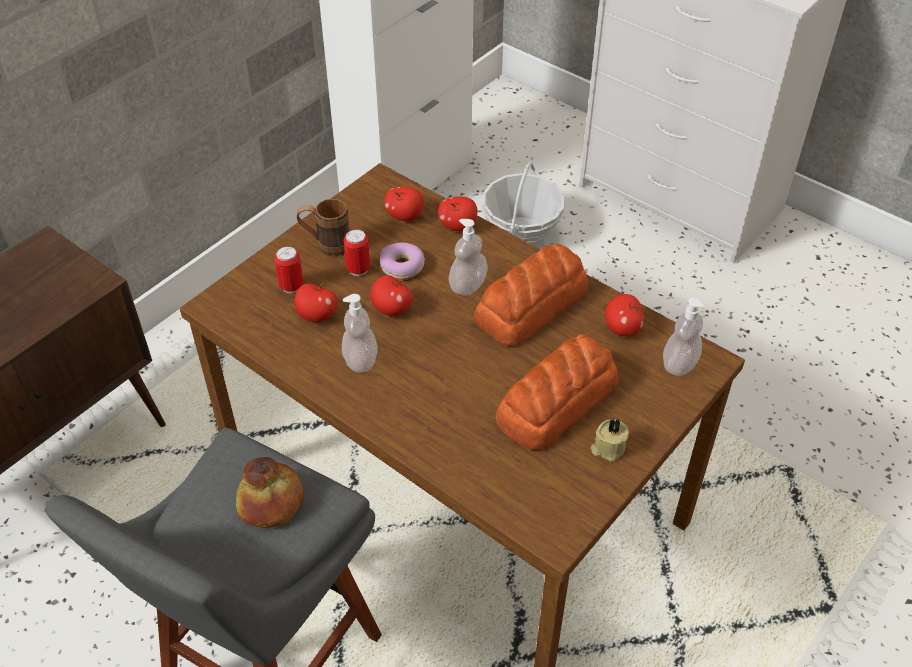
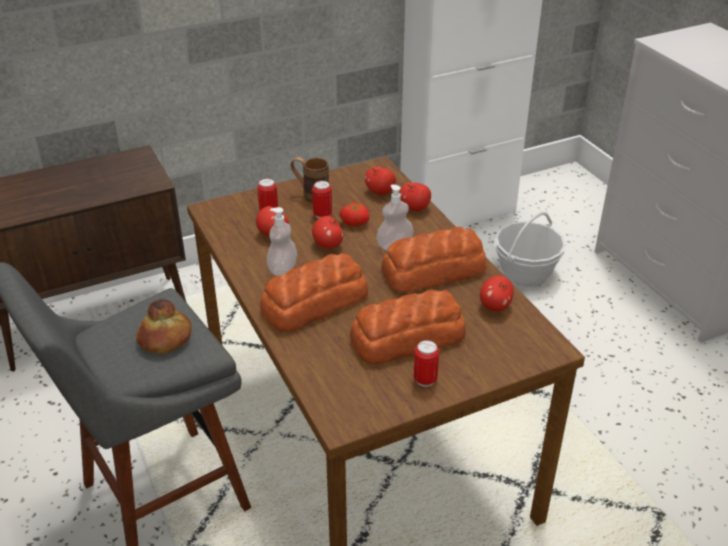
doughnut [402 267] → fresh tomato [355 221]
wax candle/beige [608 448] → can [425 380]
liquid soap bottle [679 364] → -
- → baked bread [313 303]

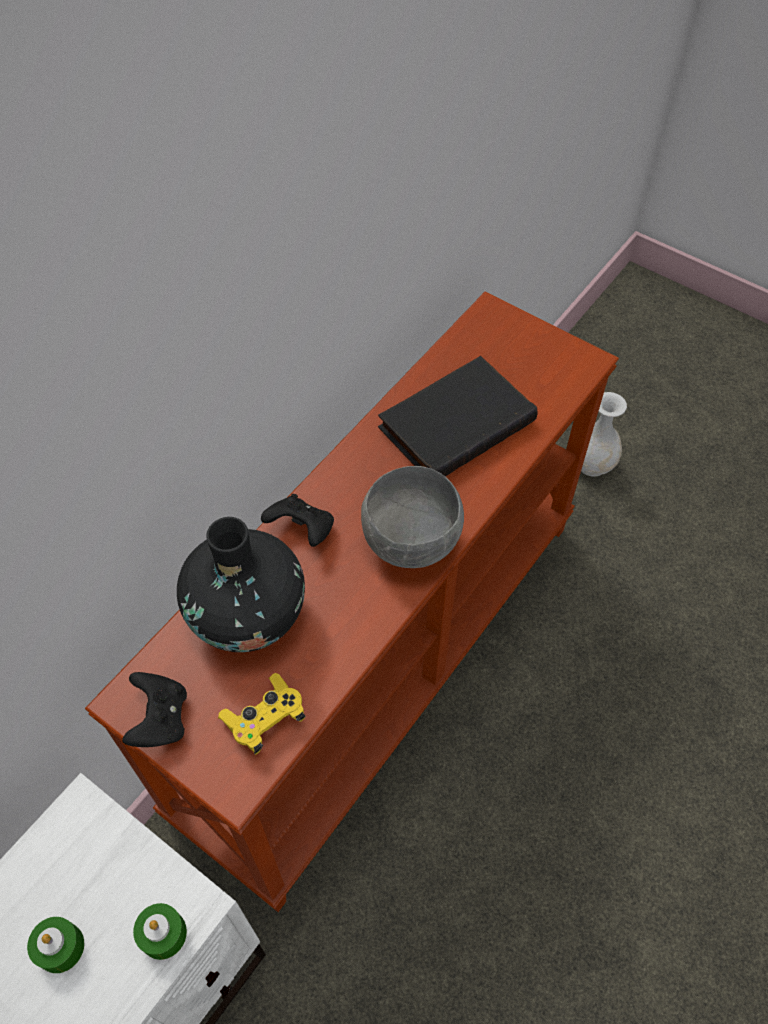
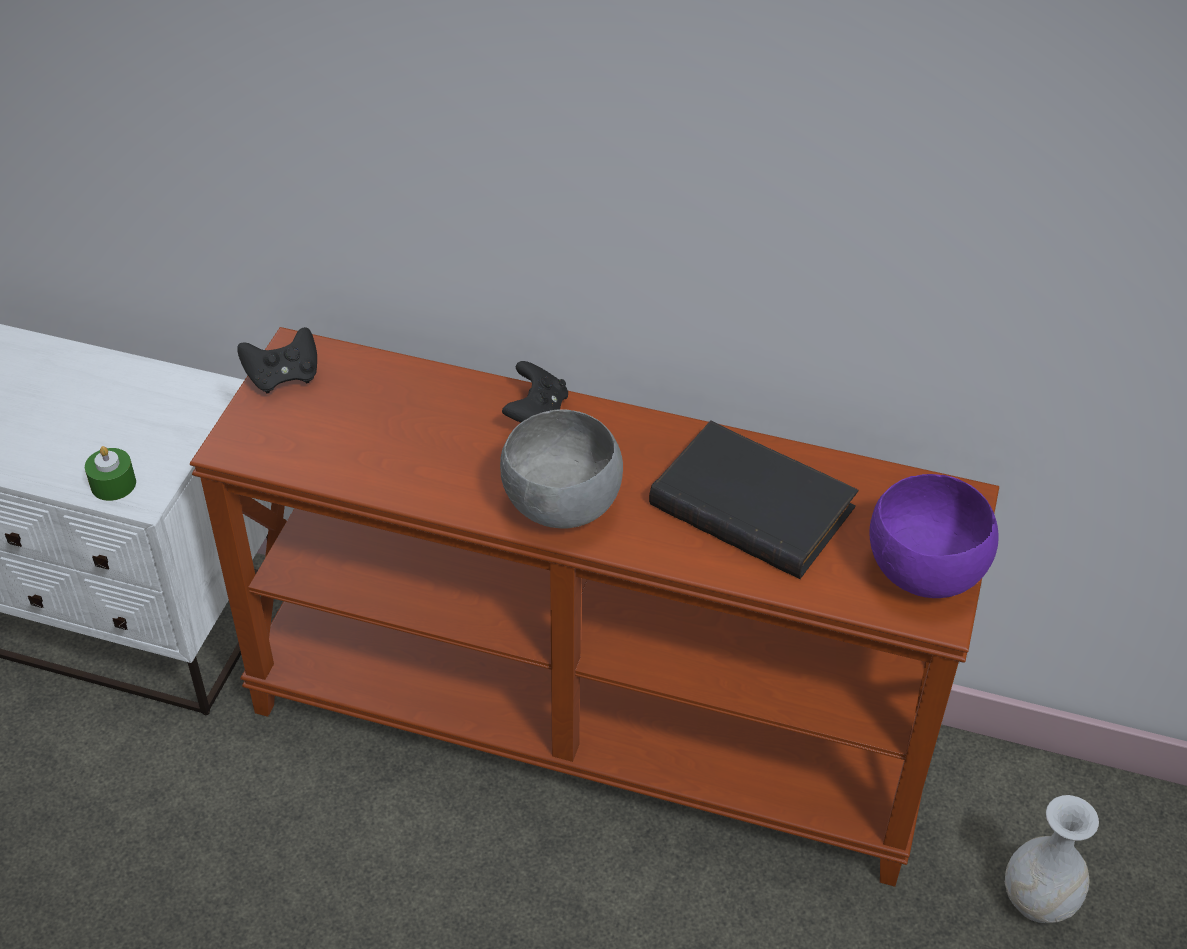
wax candle/green [60 947] → -
decorative vase/black-coloured [248 614] → -
game controller/yellow [265 719] → -
- → serving bowl/purple-coloured [922 574]

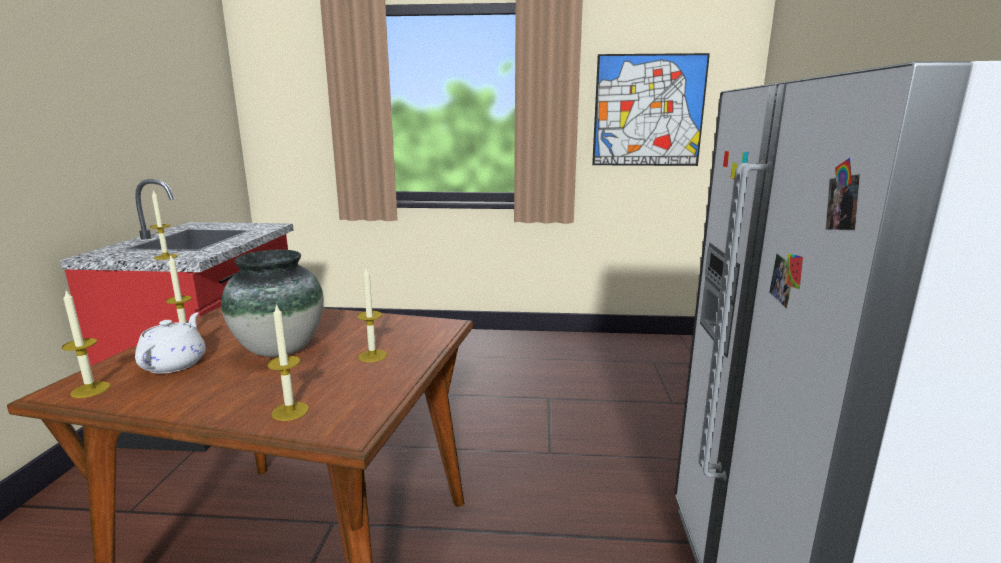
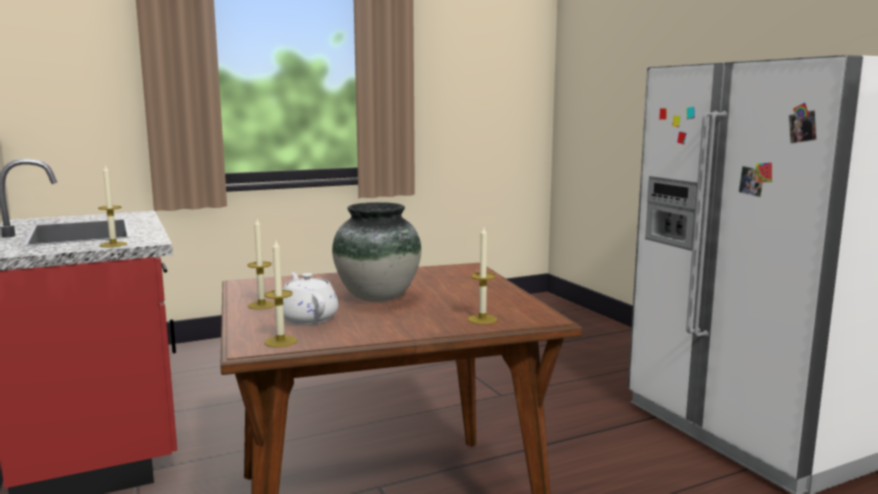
wax candle [372 356] → -
wall art [648 111] → -

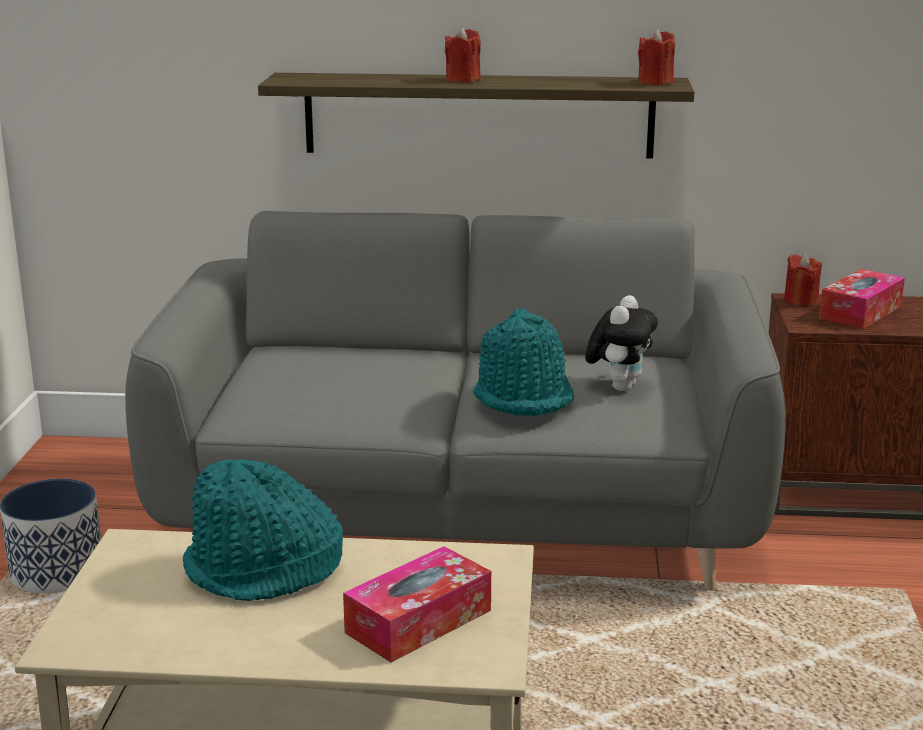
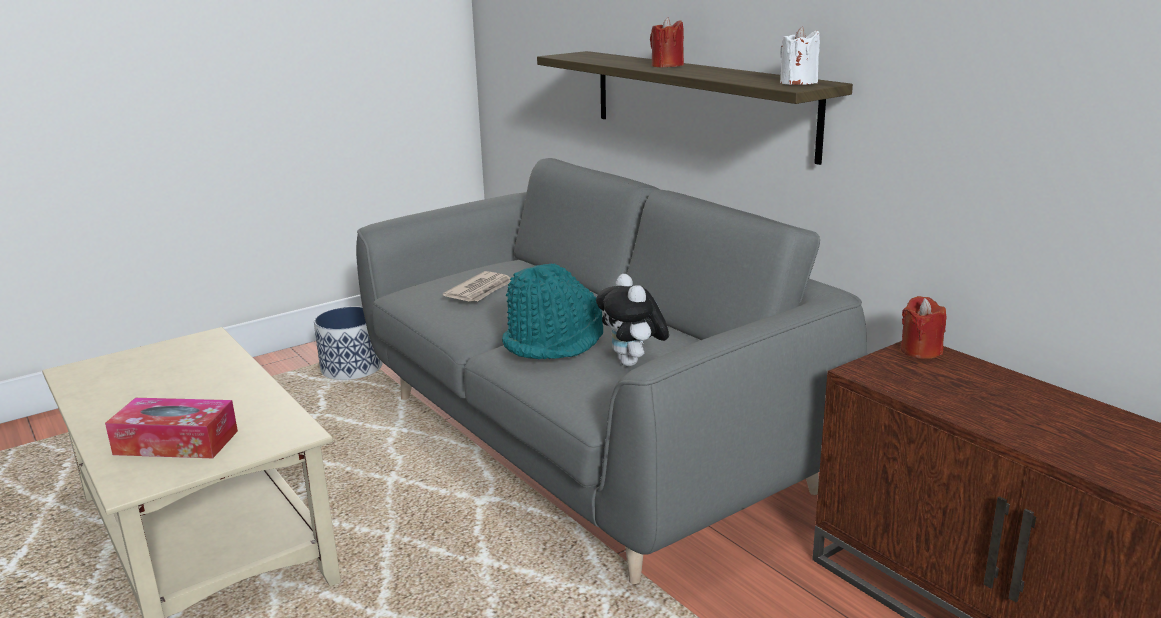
hat/blue-green [263 571] → -
plush toy [619 387] → plush toy [633 363], 90 degrees clockwise
wax candle/red [655 82] → wax candle/white [798 83]
tissue box [860 312] → -
- → daily paper [480 290]

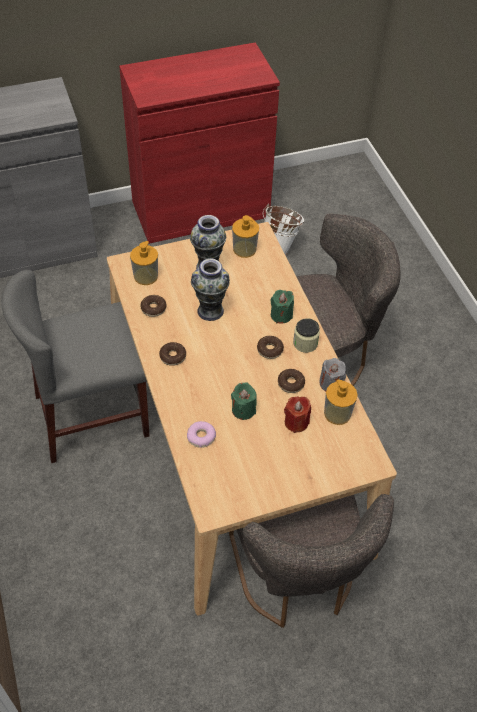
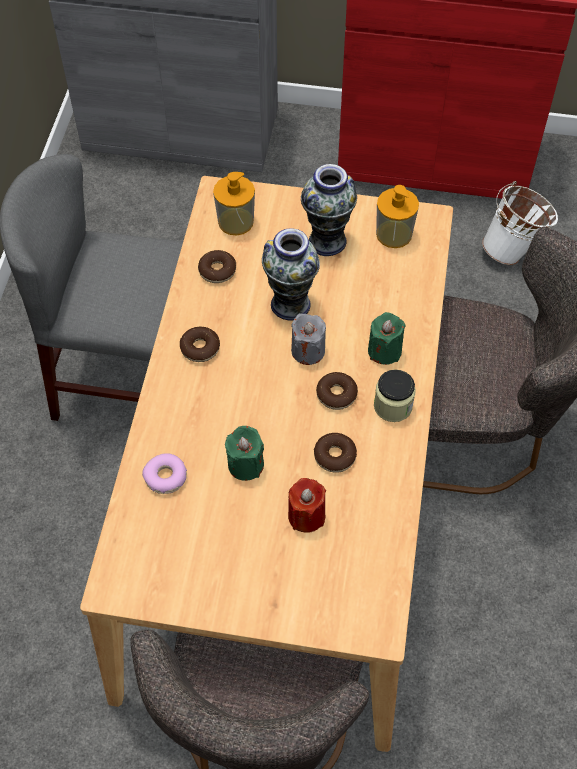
wax candle/grey [331 383] → wax candle/grey [308 351], shifted
liquid soap bottle [337 413] → -

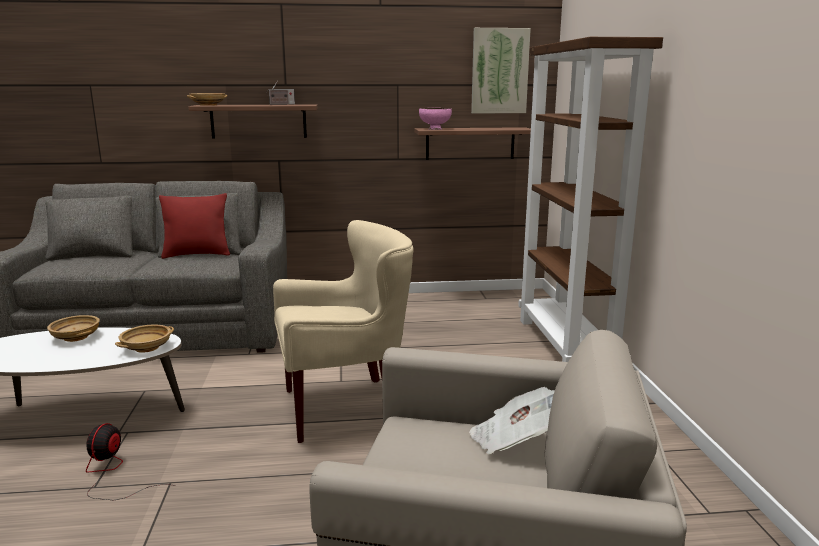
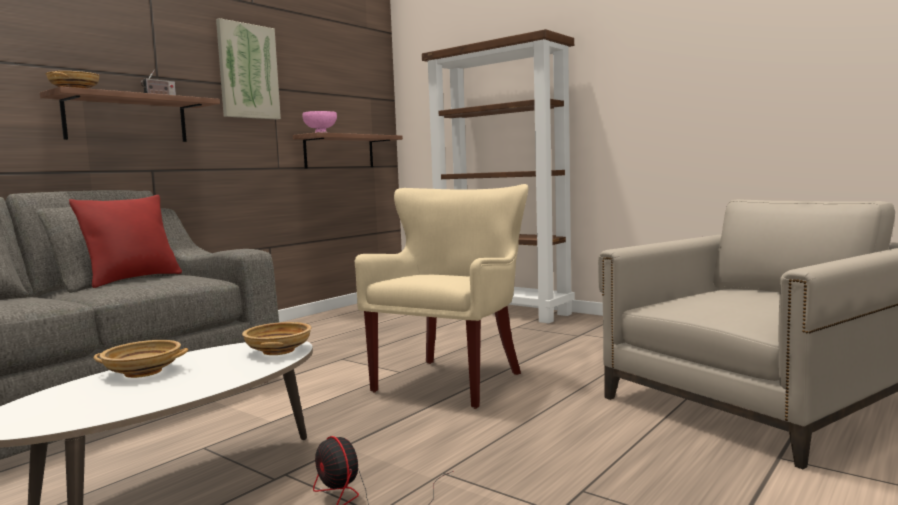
daily paper [514 440] → -
wall art [499 71] → wall art [248 71], shifted

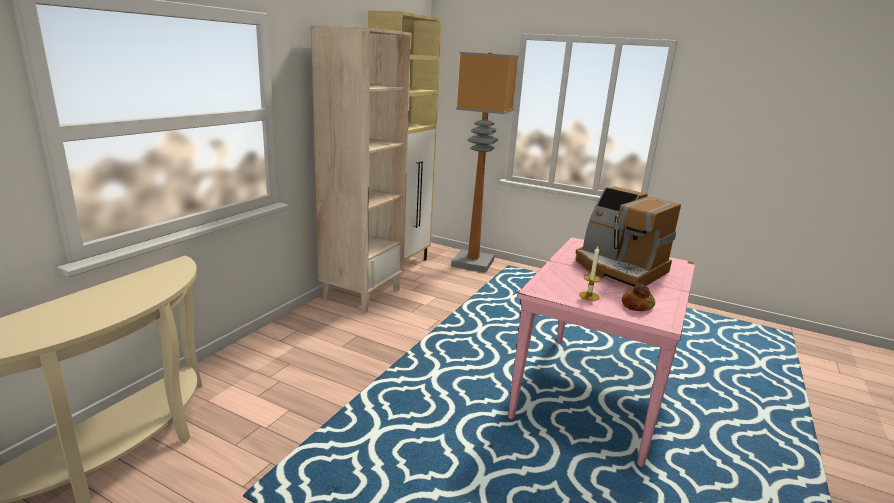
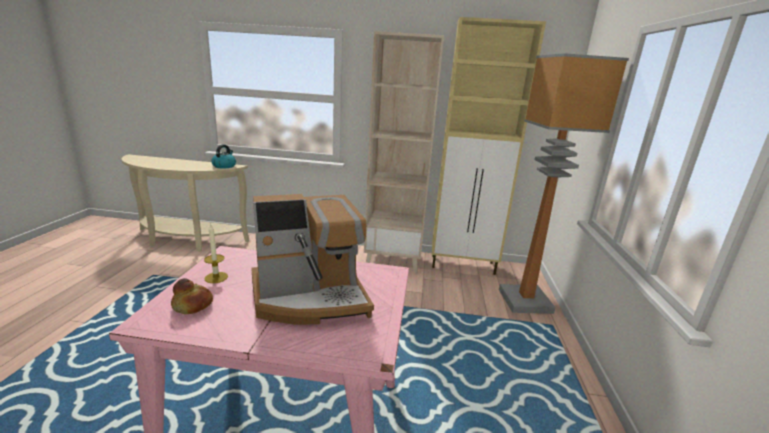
coffee machine [619 269] → coffee machine [310 297], 135 degrees counterclockwise
- → kettle [224 166]

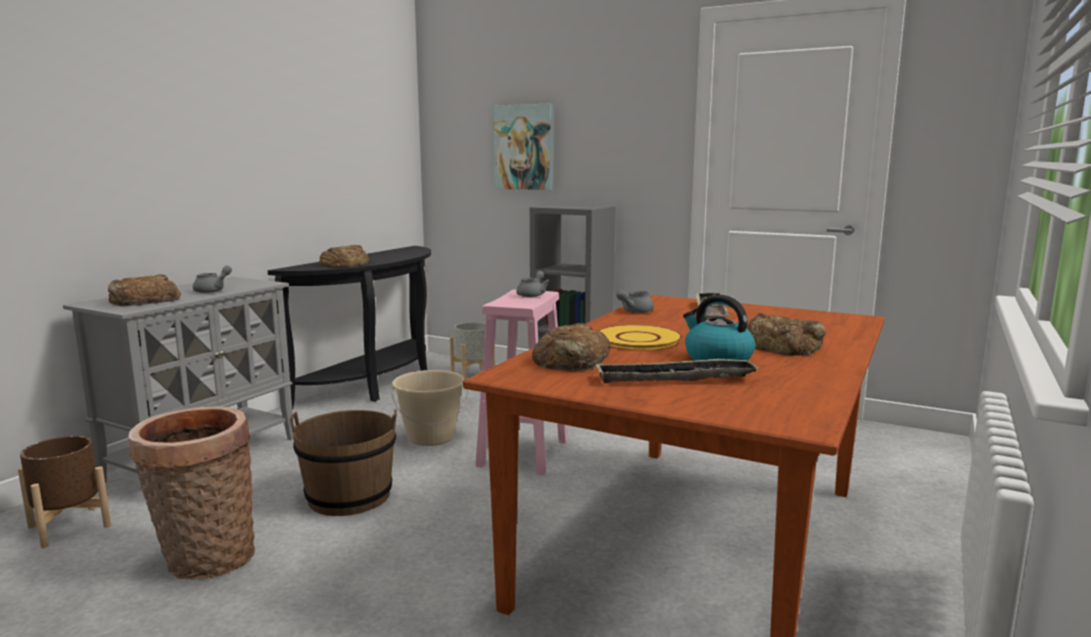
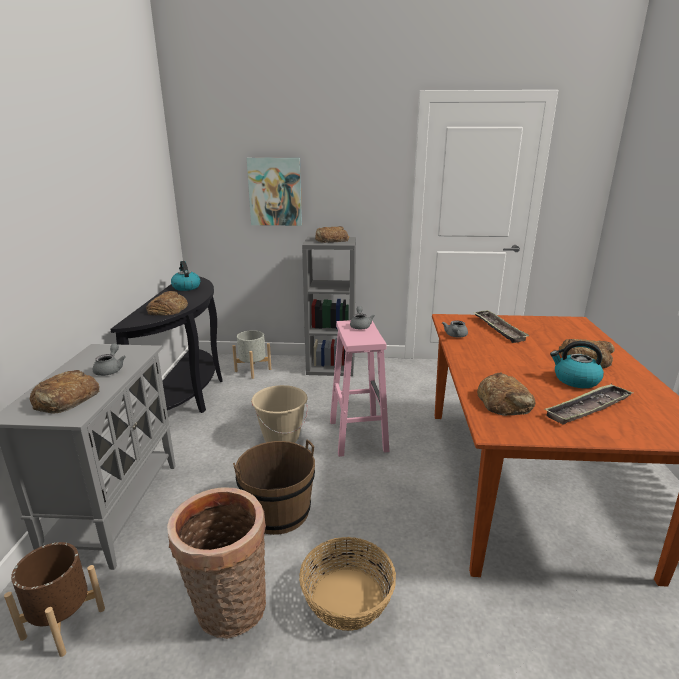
plate/yellow [638 339] → -
- → kettle [186 287]
- → household basket [346 598]
- → baked bread [331 240]

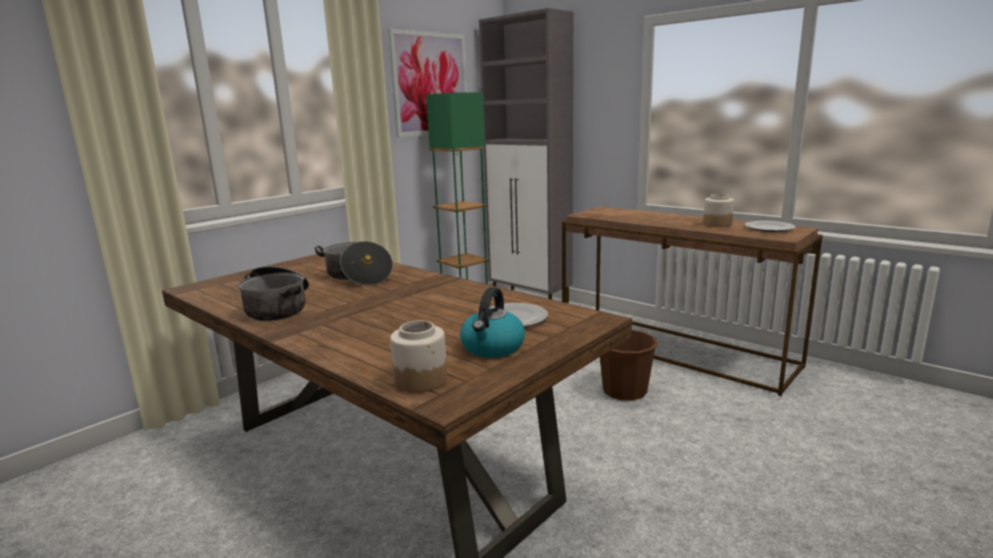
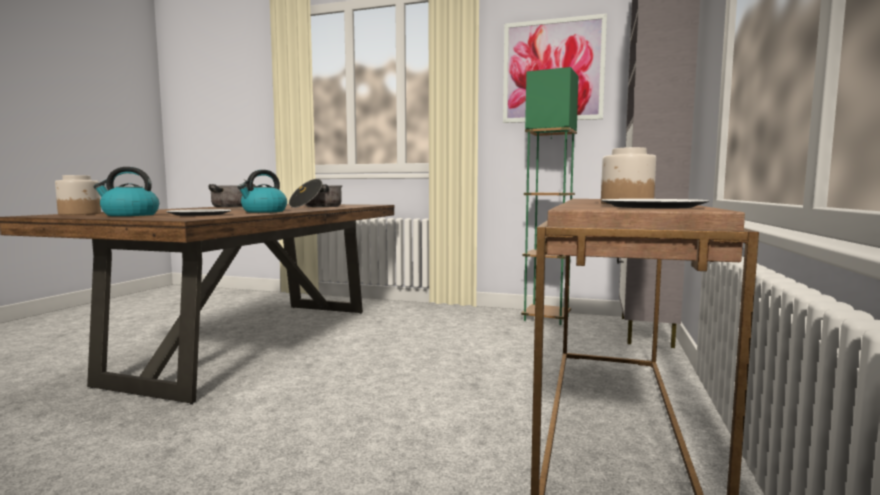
bucket/brownish [624 391] → -
- → kettle [264 211]

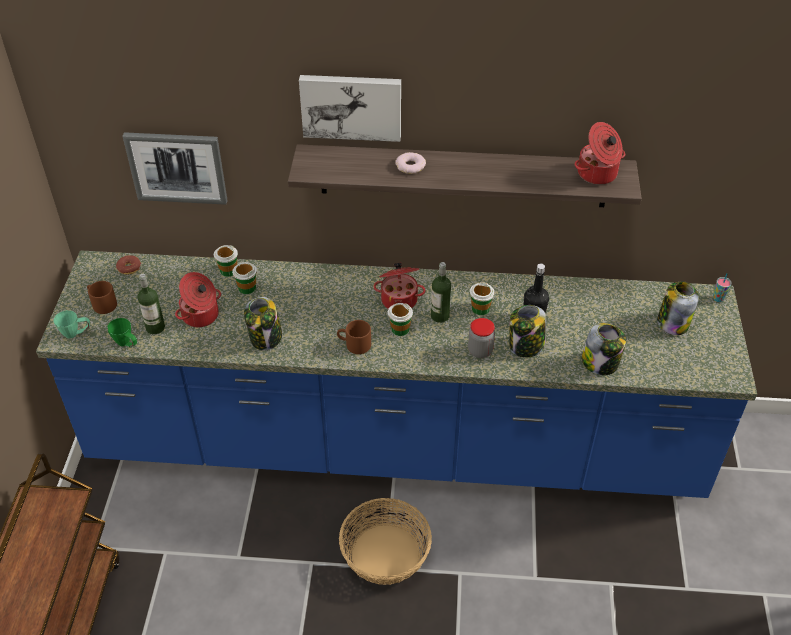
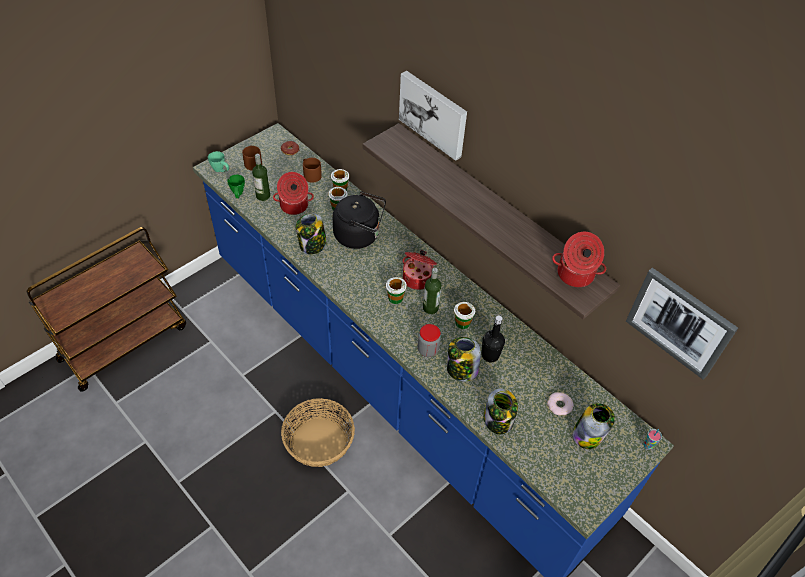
wall art [177 167] → wall art [680 322], shifted
coffee mug/brownish [354 345] → coffee mug/brownish [310 174], shifted
doughnut [410 166] → doughnut [559 405], shifted
- → kettle/black-coloured [360 235]

